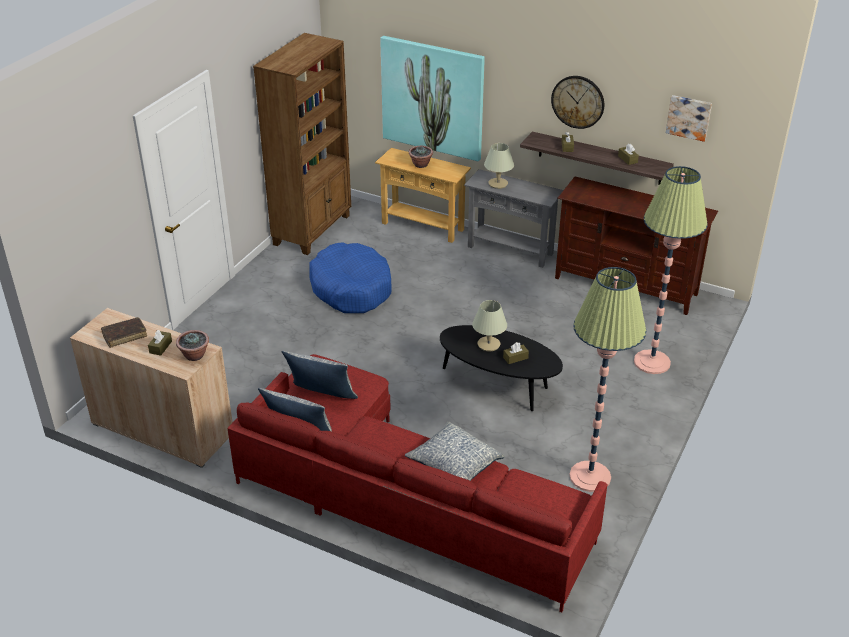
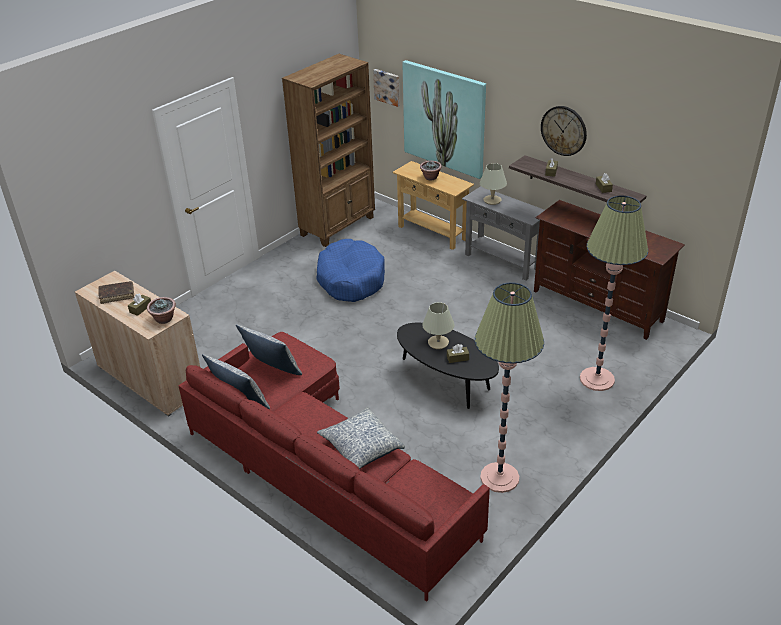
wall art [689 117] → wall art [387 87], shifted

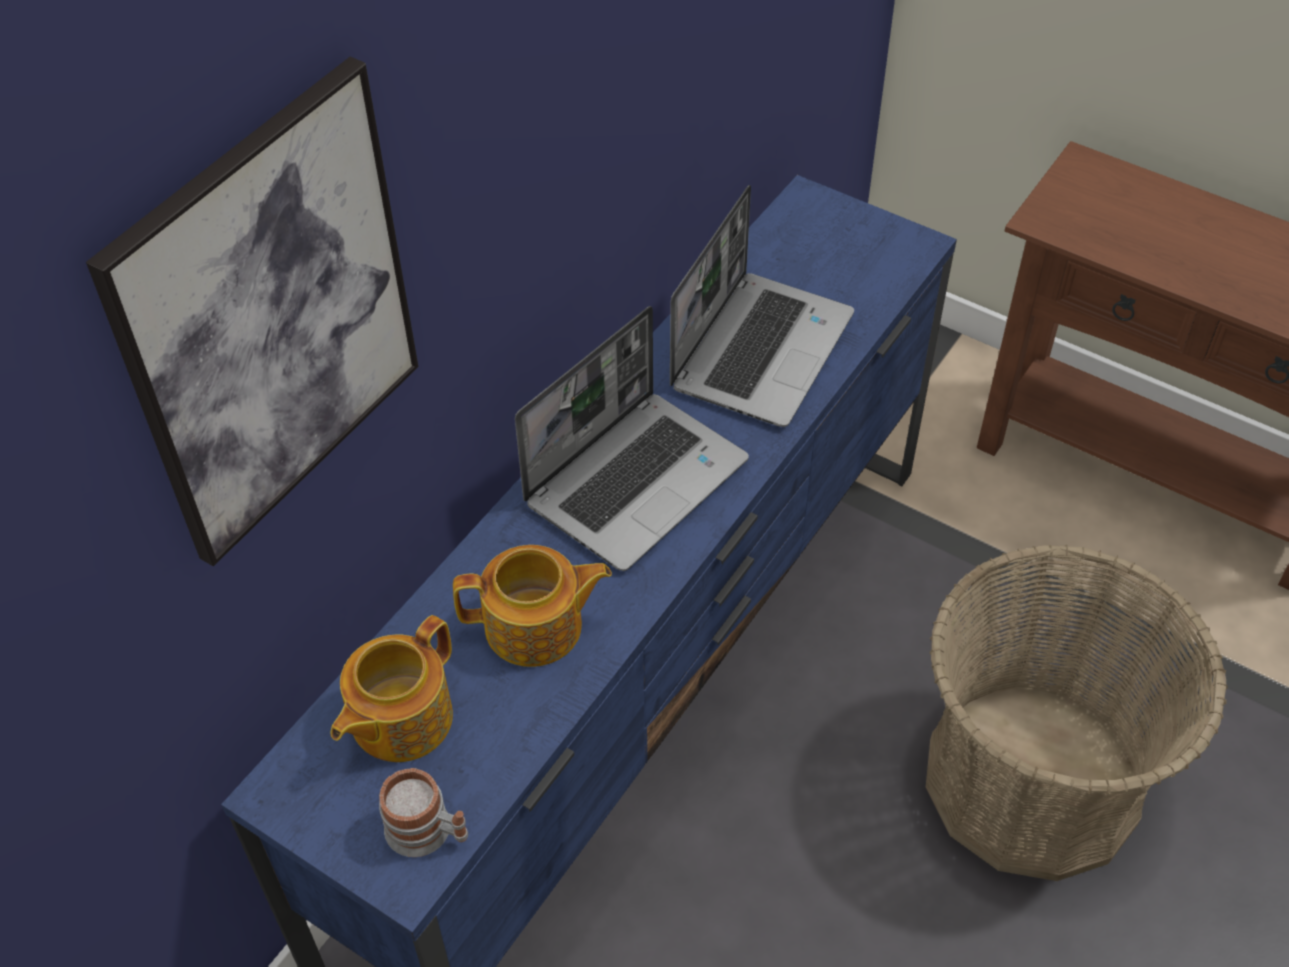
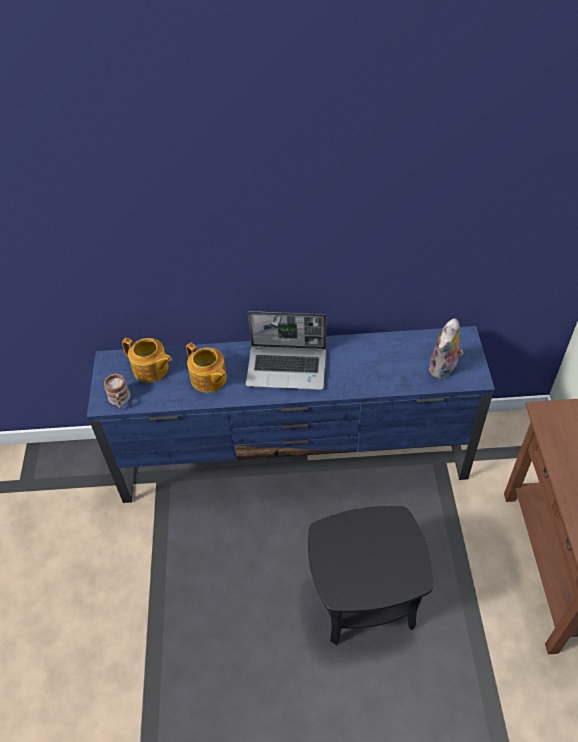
wall art [270 318] → -
tea pot [399 719] → tea pot [151 369], 150 degrees counterclockwise
notebook computer [761 349] → -
household basket [1031 780] → end table/black-coloured [364 598]
- → plush toy [444 369]

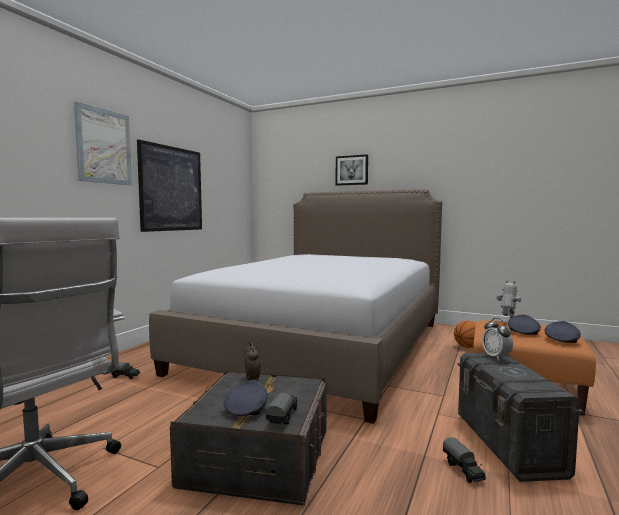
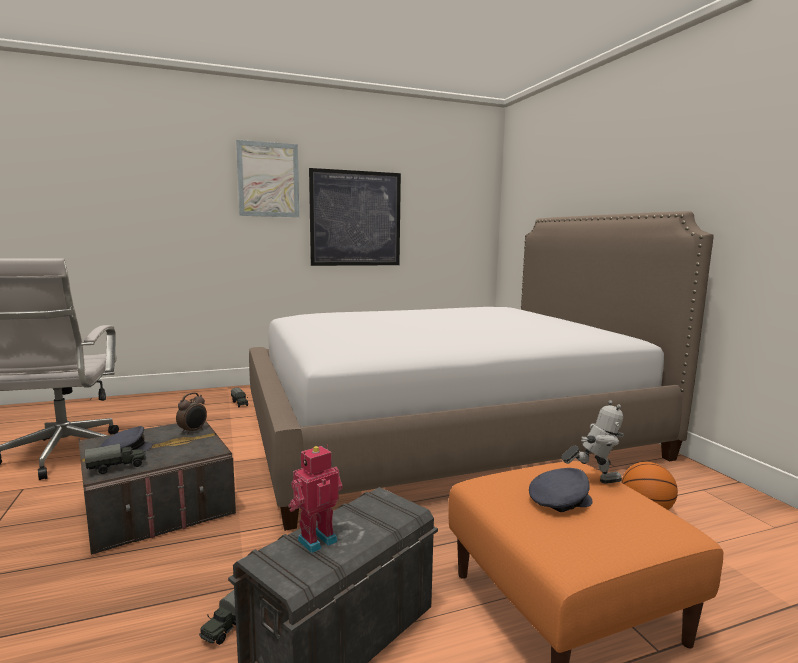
wall art [352 170] → -
bedside clock [496 357] → -
peaked cap/grey [561 339] → -
- → robot figure [316 539]

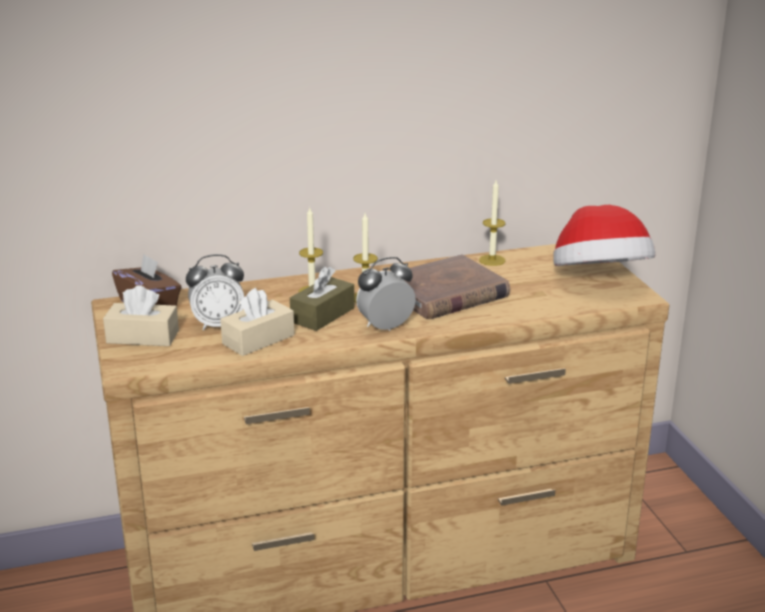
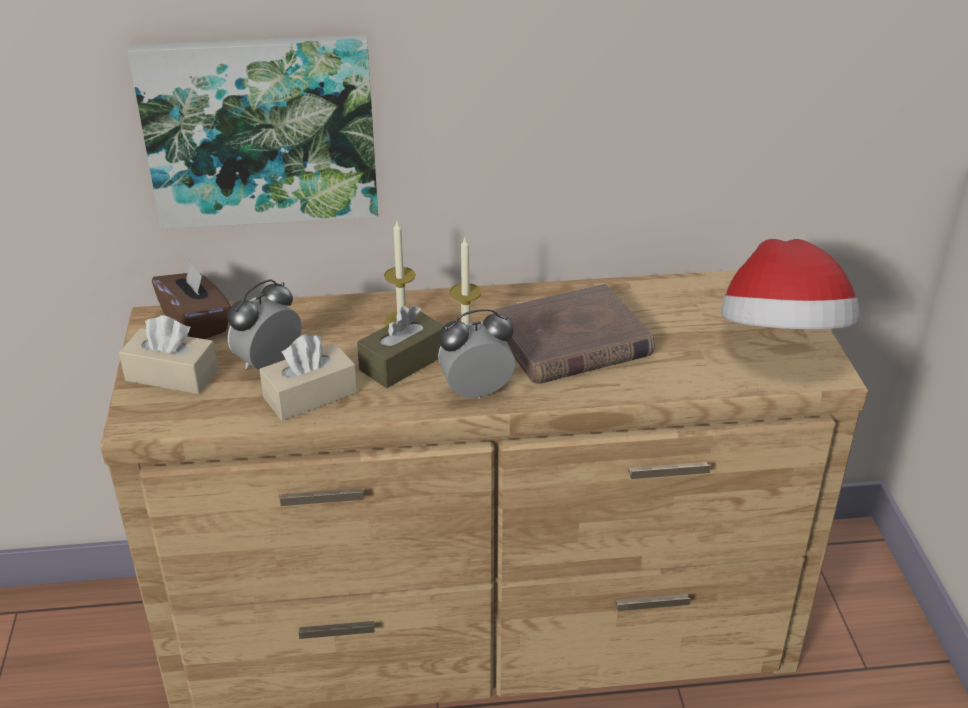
bedside clock [218 324] → bedside clock [269 364], 135 degrees clockwise
wax candle [492 260] → -
- → wall art [260 131]

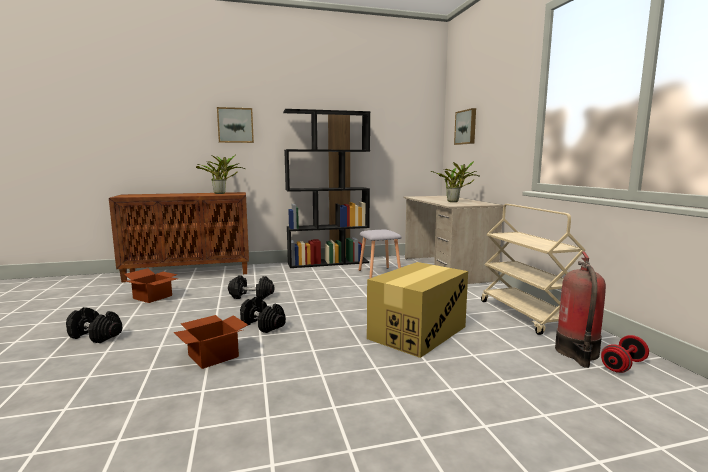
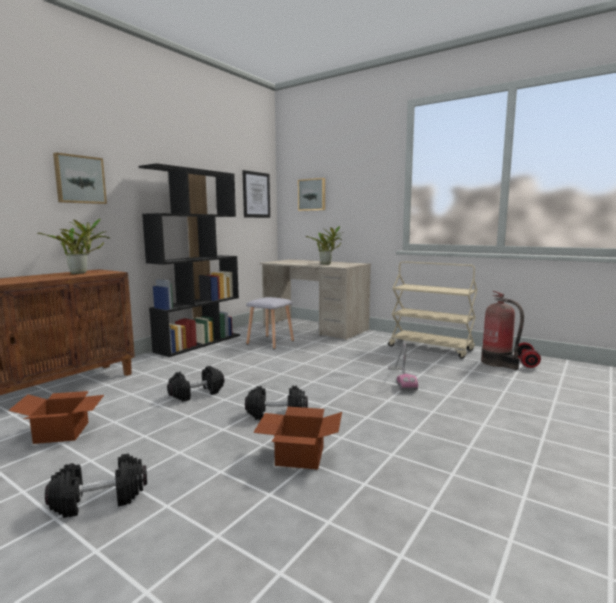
packing box [418 332] → vacuum cleaner [401 379]
- → wall art [256 195]

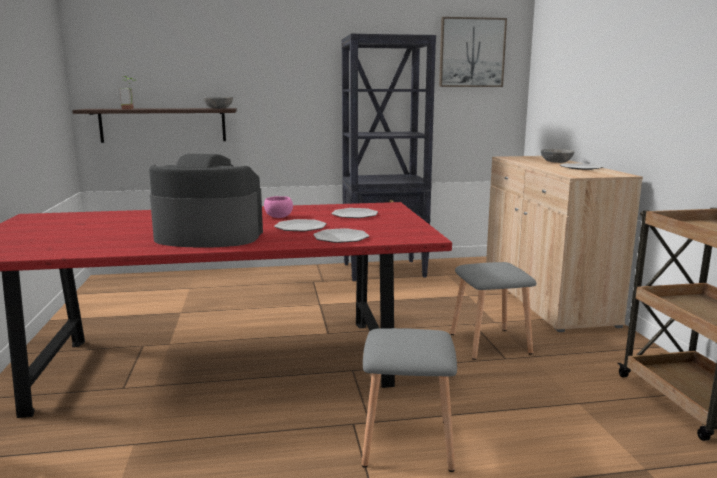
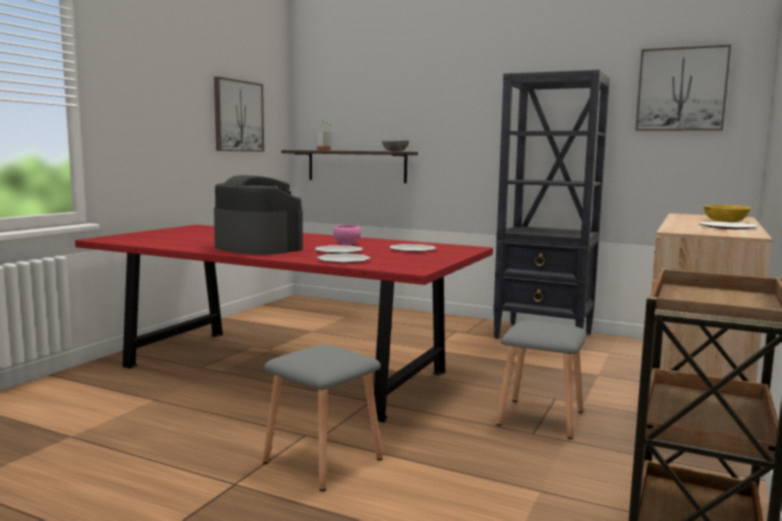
serving bowl/grey [556 162] → serving bowl/yellow [725 221]
- → wall art [238 116]

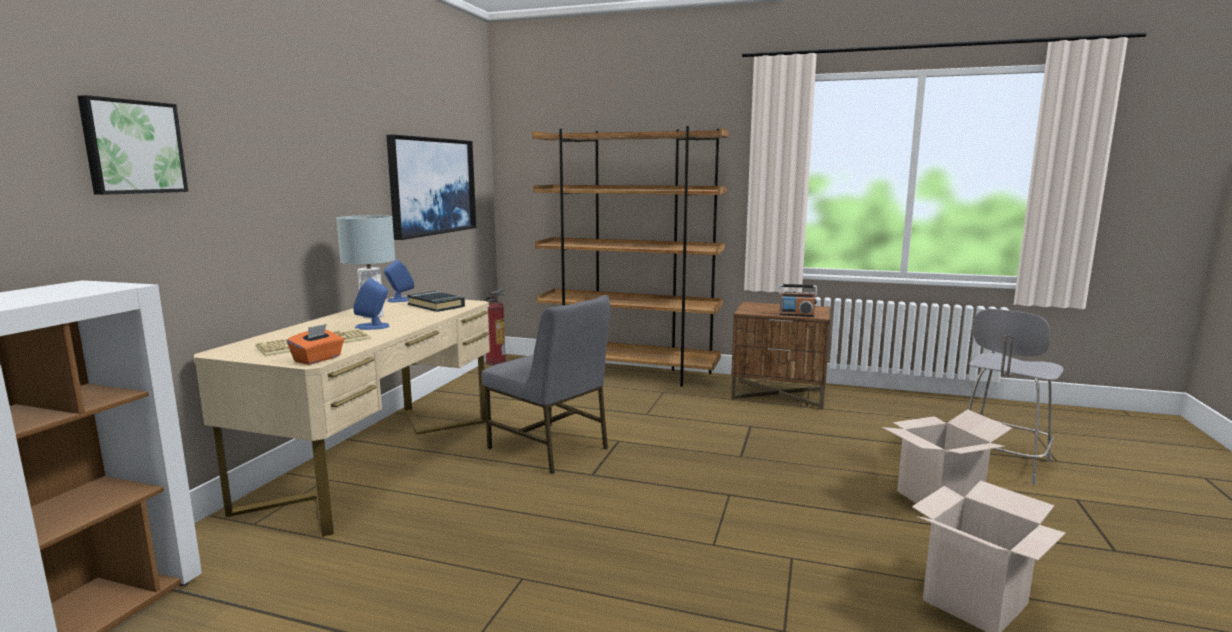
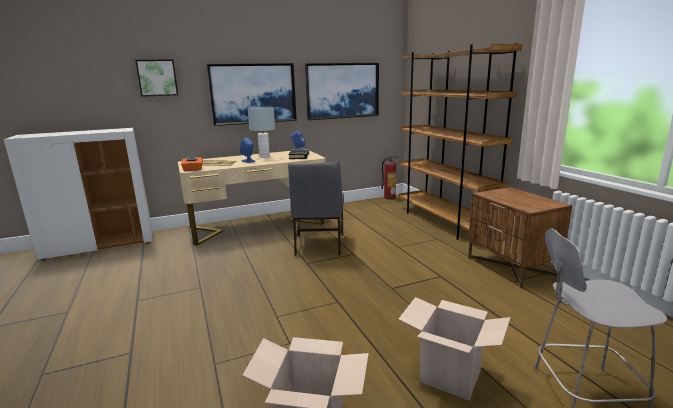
radio [796 315] → -
- → wall art [253 93]

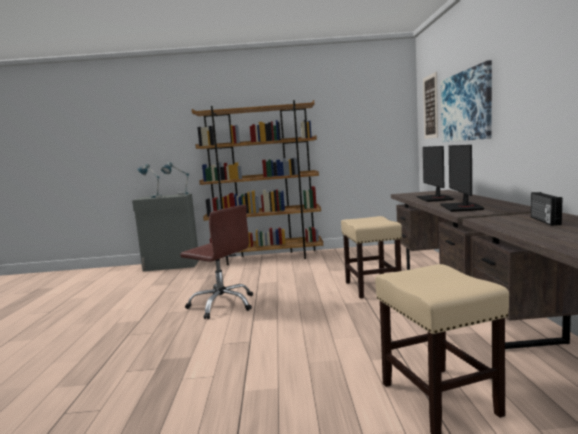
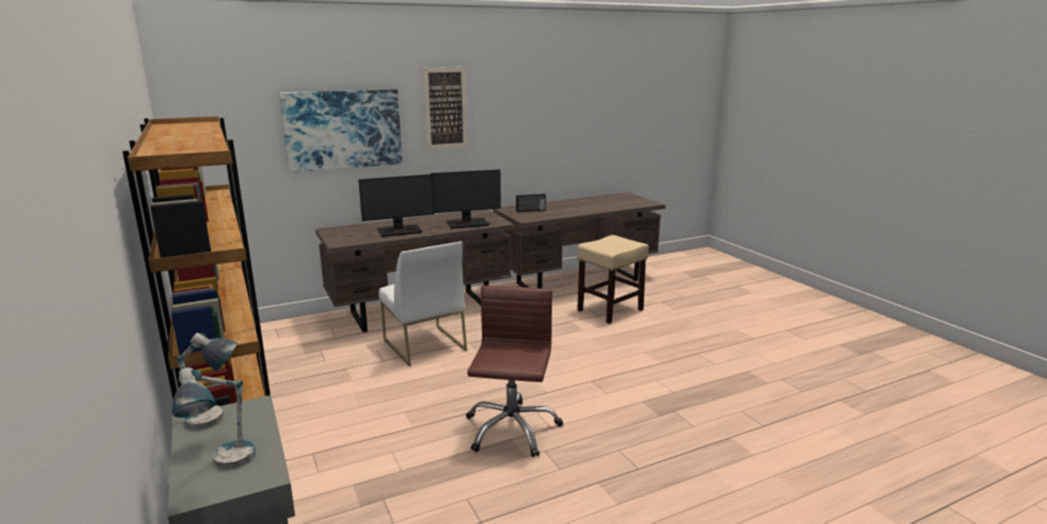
sitting stool/beige [372 287] → upright chair/white [423 345]
wall art [430 107] → wall art [445 108], shifted

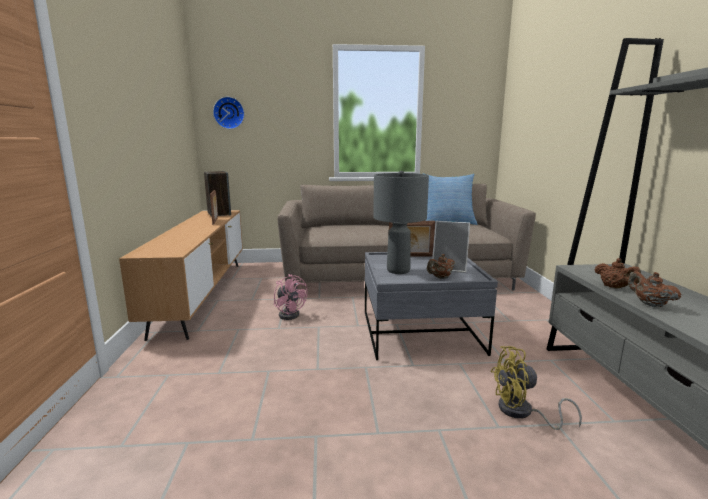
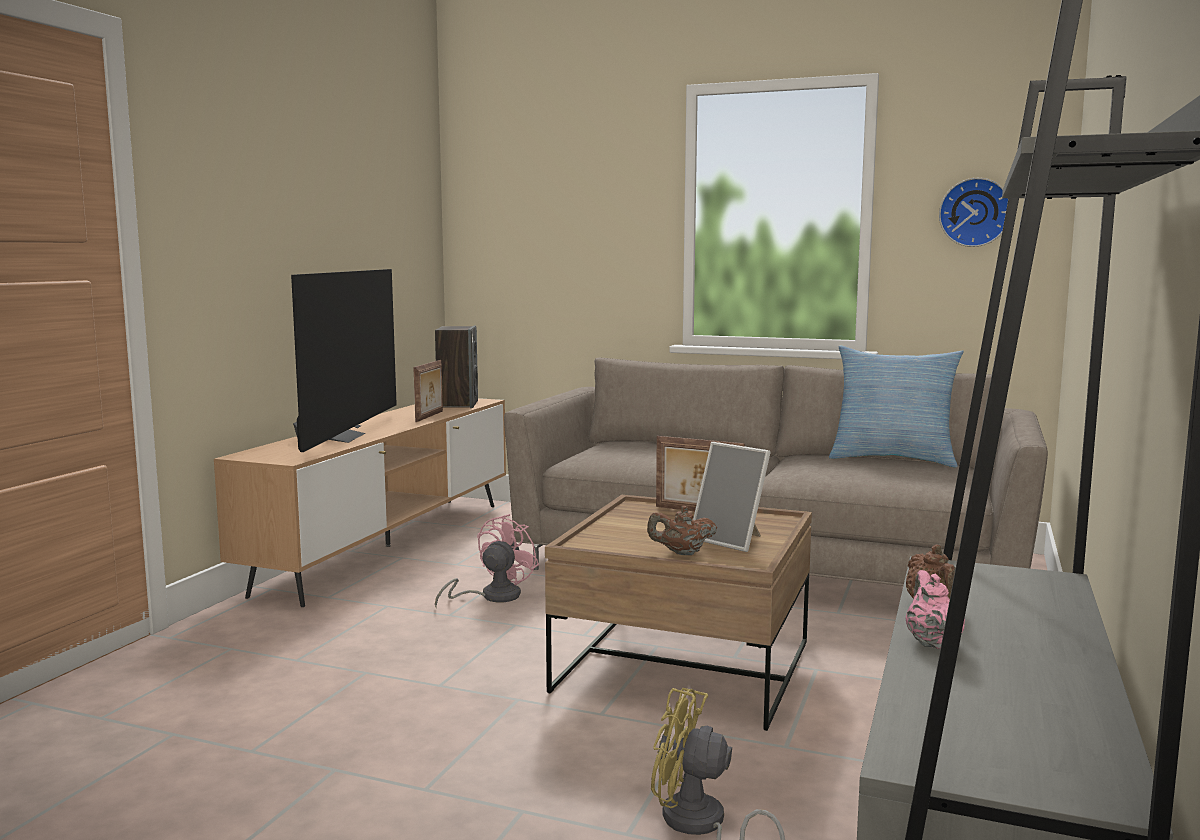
wall clock [229 113] → wall clock [974 212], shifted
cooling fan/pinkish [290 314] → cooling fan/pinkish [492 597], 135 degrees counterclockwise
low table/grey [420 332] → low table/brownish [684 667]
table lamp/grey [398 270] → -
tea pot/brownish [649 304] → tea pot/pinkish [932 642]
- → television [340 437]

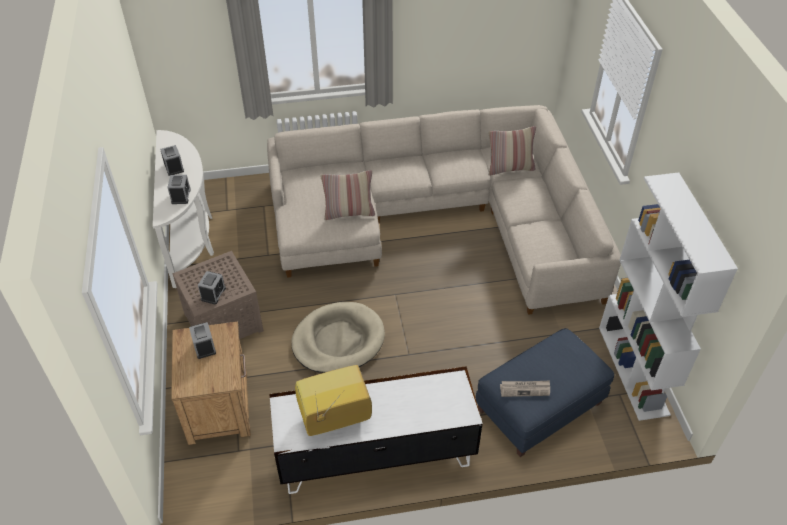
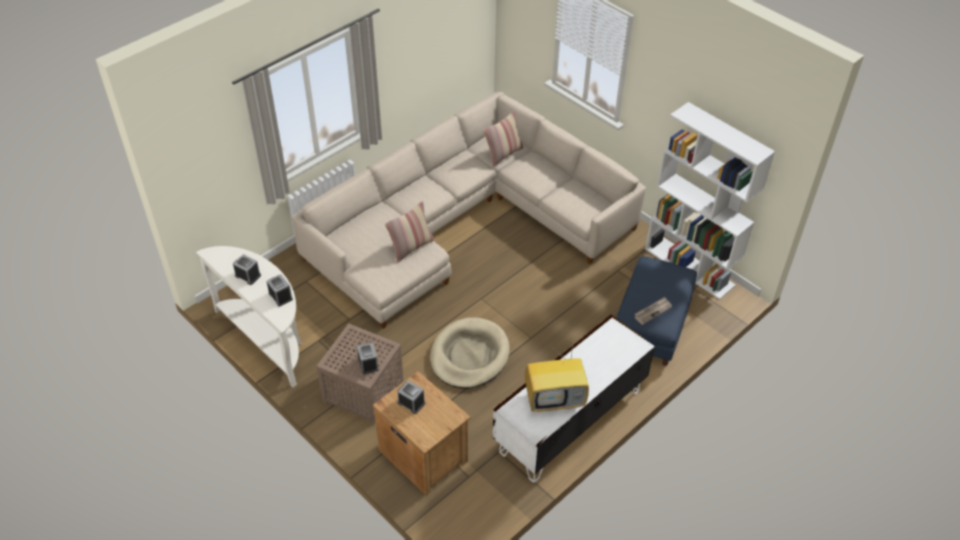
television [334 419] → television [555 399], 135 degrees counterclockwise

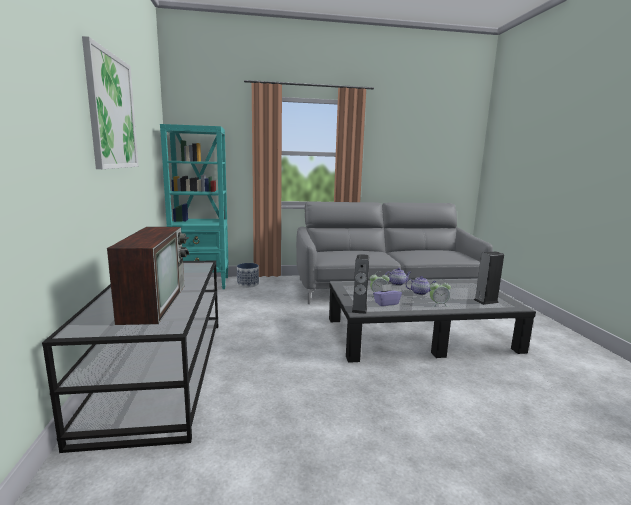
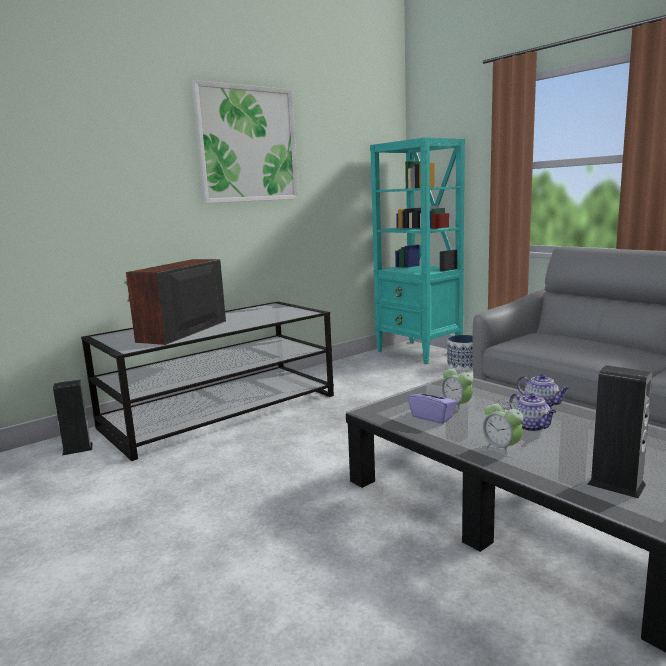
television [154 302] → television [182 331], 150 degrees clockwise
audio speaker [359 309] → audio speaker [77 449], shifted

